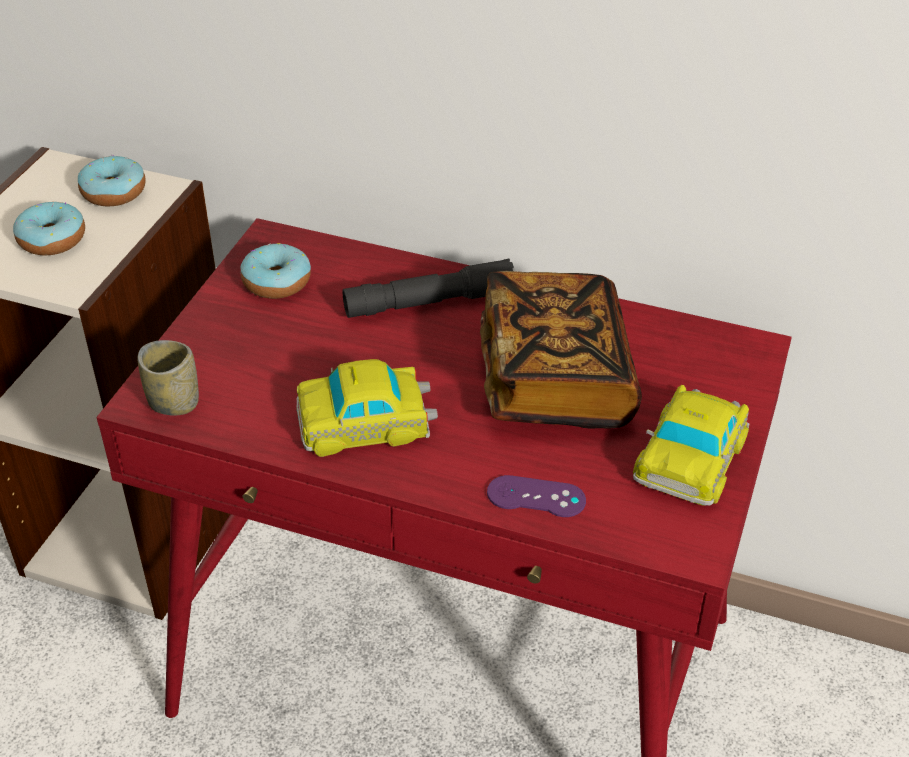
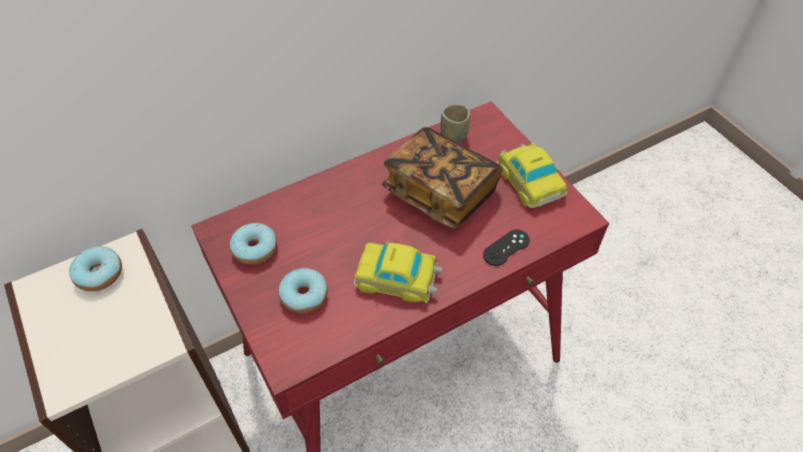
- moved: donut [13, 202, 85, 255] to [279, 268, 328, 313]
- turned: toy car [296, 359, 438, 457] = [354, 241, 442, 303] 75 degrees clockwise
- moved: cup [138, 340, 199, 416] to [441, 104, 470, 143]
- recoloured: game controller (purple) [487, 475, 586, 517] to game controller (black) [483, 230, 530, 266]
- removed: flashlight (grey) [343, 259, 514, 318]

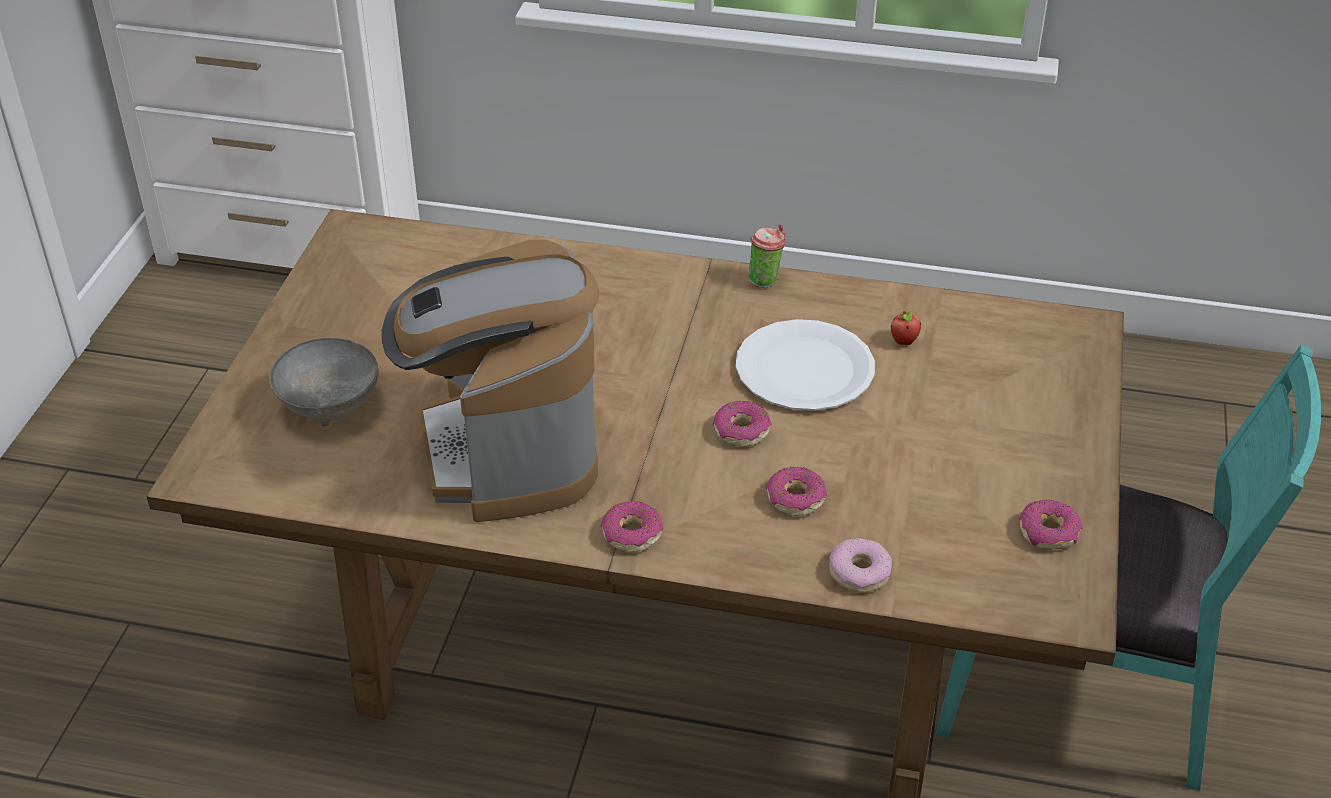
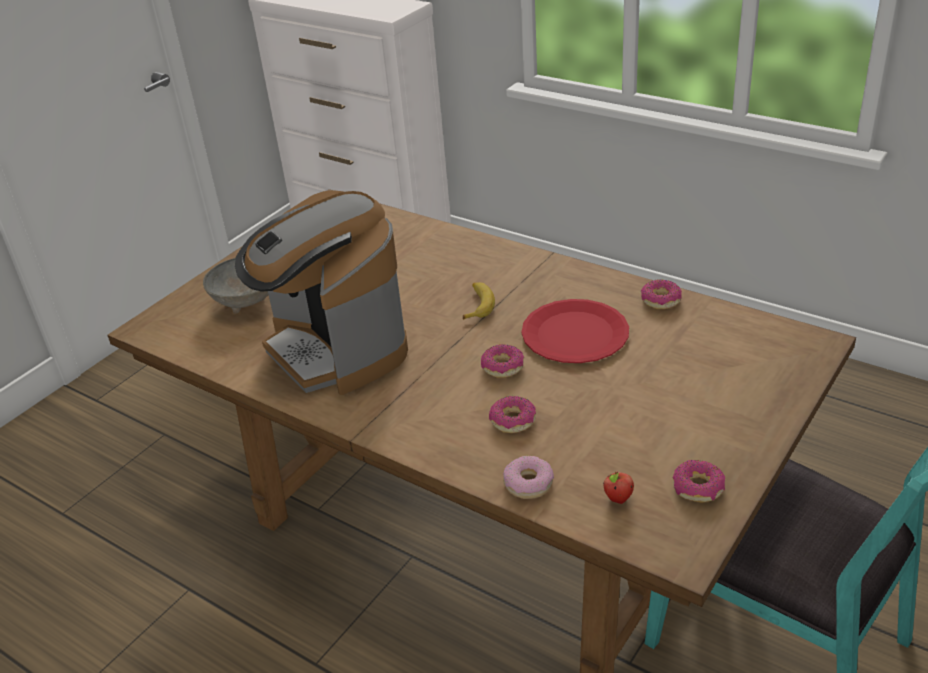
- turned: coffee machine [382, 240, 599, 522] = [235, 190, 408, 395] 45 degrees counterclockwise
- added: banana [463, 282, 495, 320]
- recoloured: plate (white) [736, 319, 875, 411] to plate (red) [521, 299, 629, 363]
- moved: apple [891, 311, 921, 345] to [603, 471, 634, 504]
- moved: donut [601, 501, 663, 552] to [641, 279, 682, 309]
- removed: cup [748, 225, 786, 288]

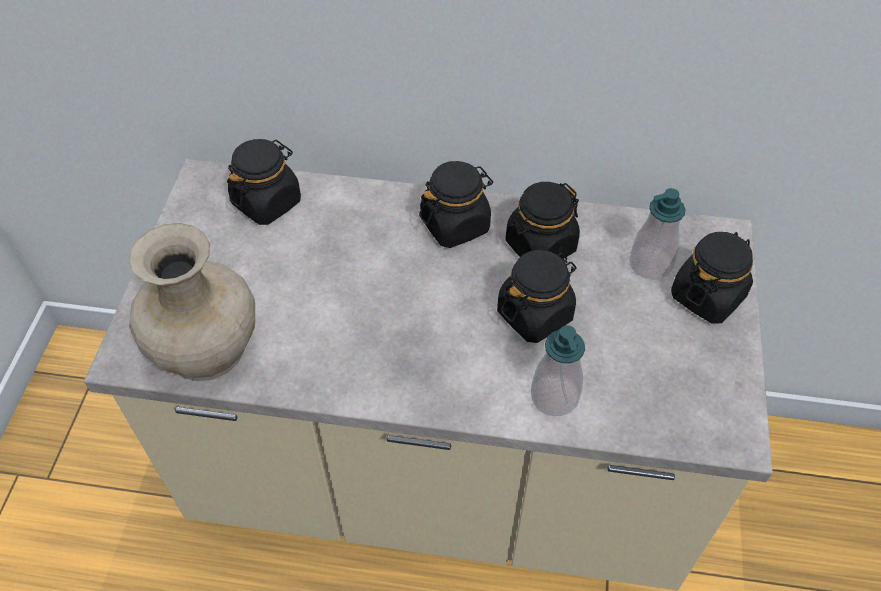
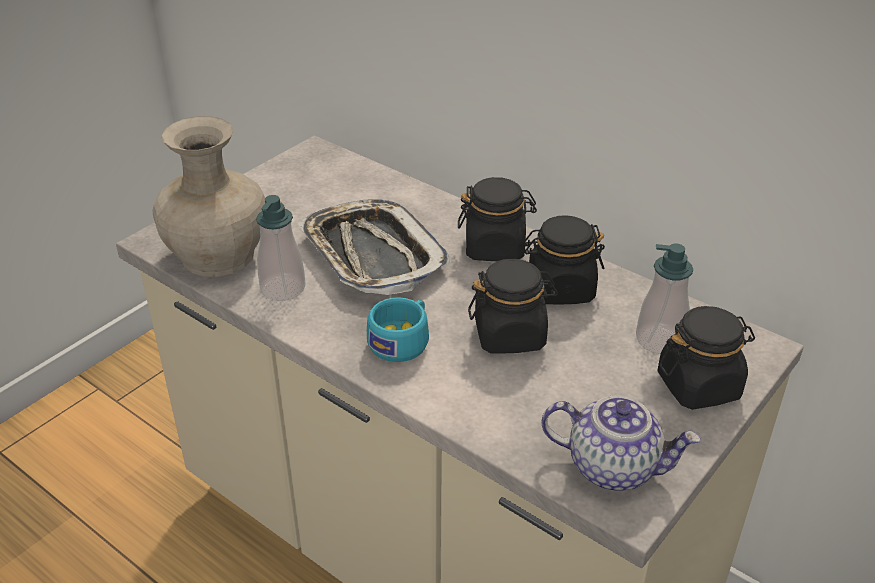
- moved: soap dispenser [531, 325, 585, 416] to [256, 195, 306, 301]
- added: tray [298, 199, 451, 295]
- added: cup (turquoise) [367, 297, 429, 362]
- added: teapot [542, 395, 701, 491]
- removed: jar (black) [227, 139, 301, 225]

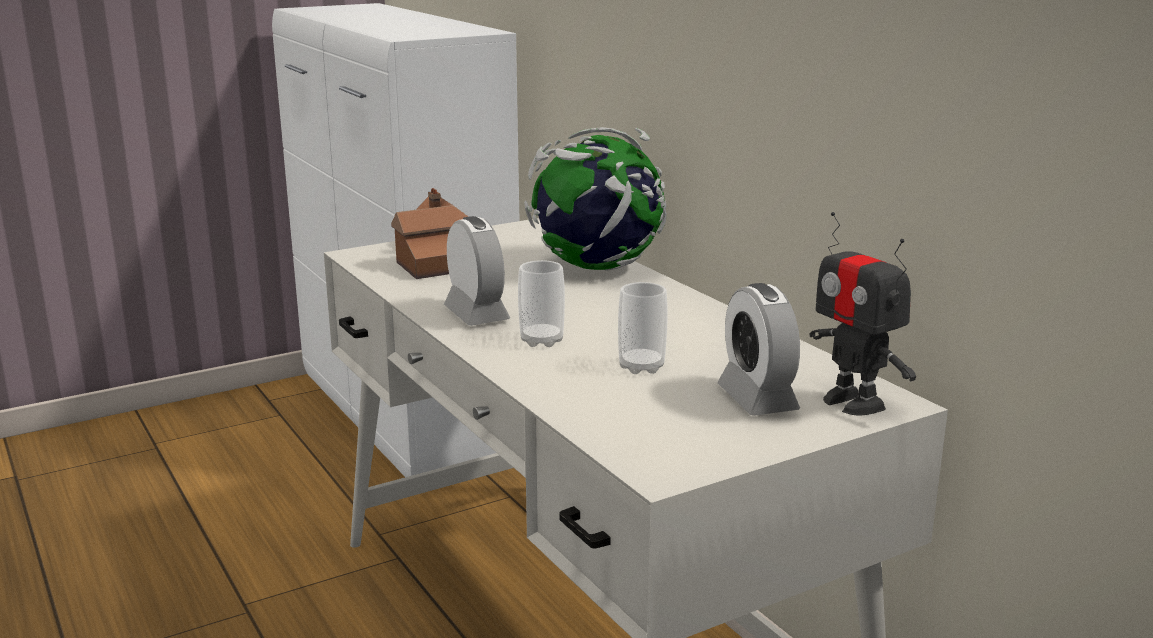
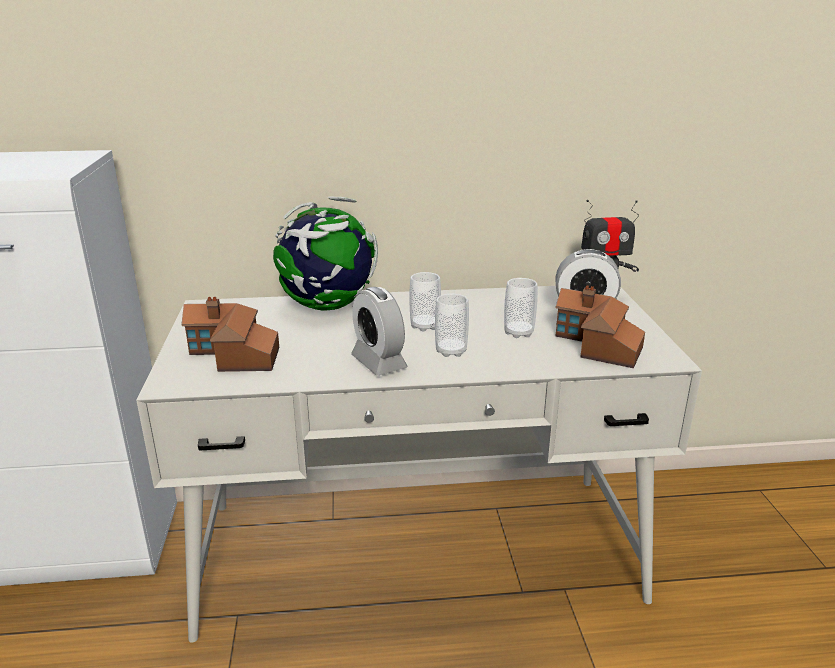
- turned: alarm clock [444, 216, 510, 326] = [351, 287, 407, 376] 120 degrees counterclockwise
- added: cup [409, 272, 441, 332]
- added: toy house [555, 286, 645, 368]

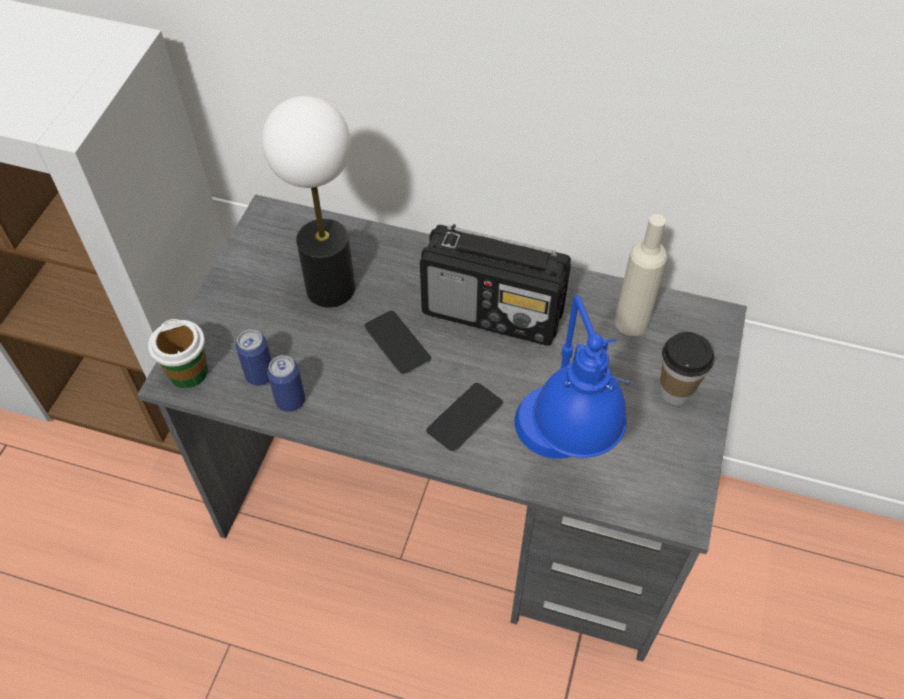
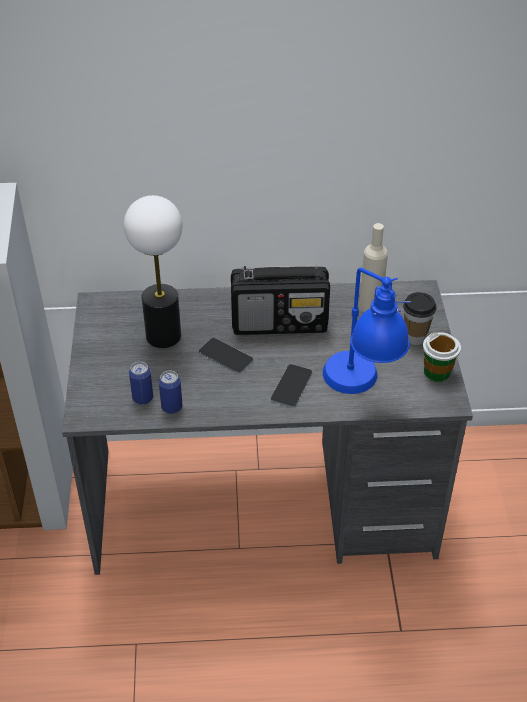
- moved: cup [148, 319, 208, 389] to [423, 332, 461, 382]

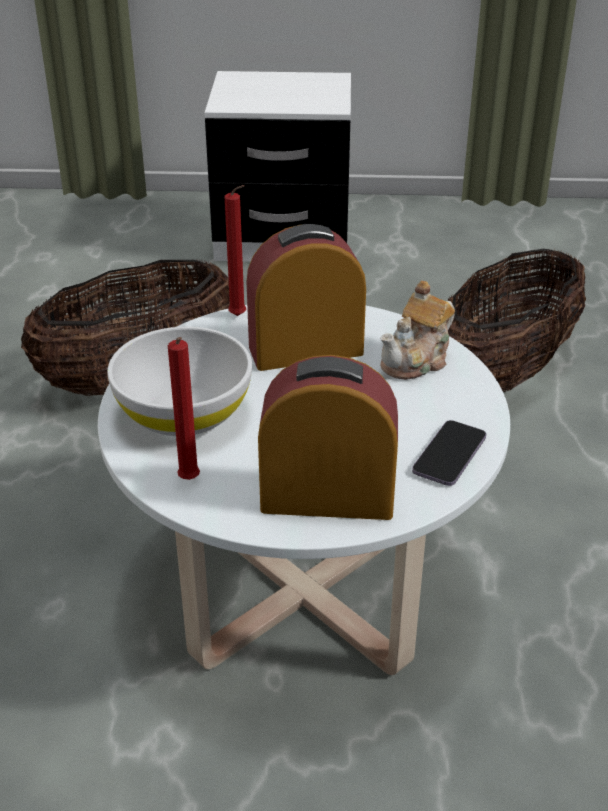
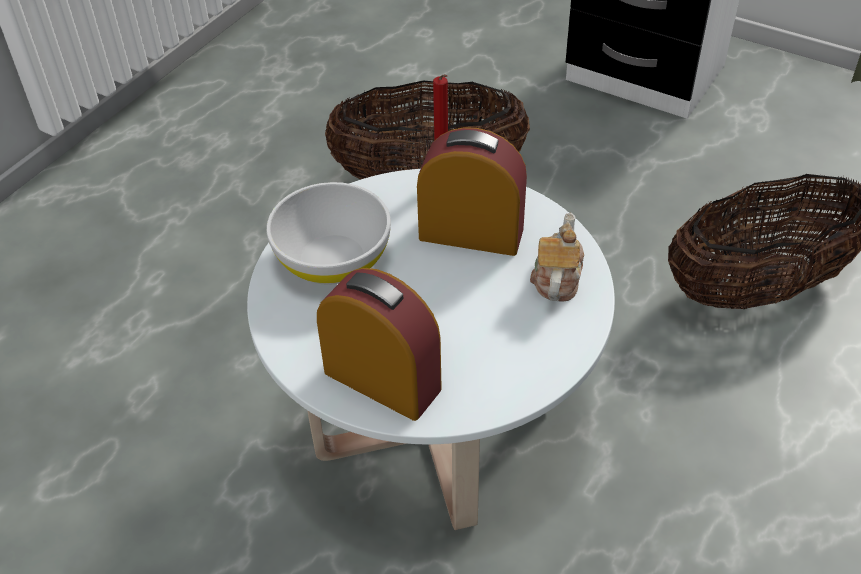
- turned: teapot [380, 281, 455, 380] = [530, 213, 584, 302] 120 degrees clockwise
- removed: candle (red) [168, 337, 200, 480]
- removed: phone [412, 420, 486, 486]

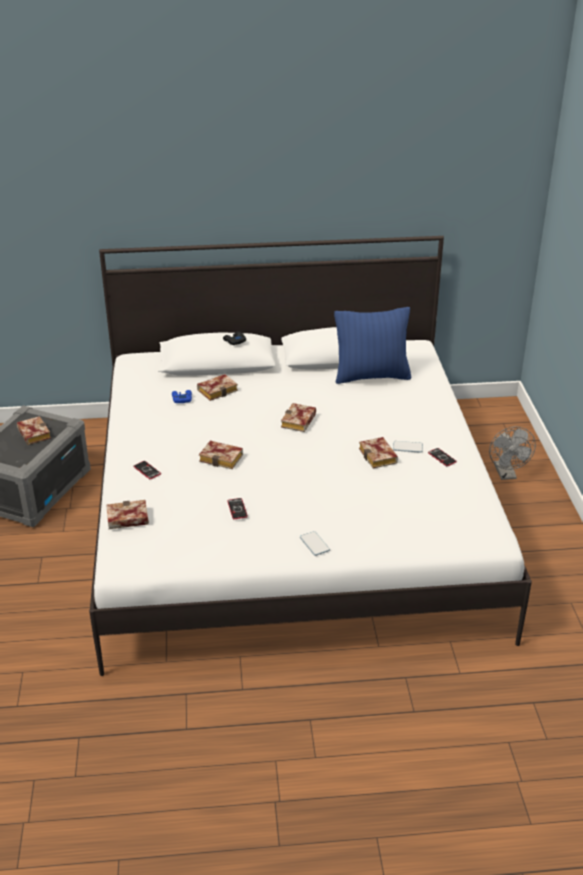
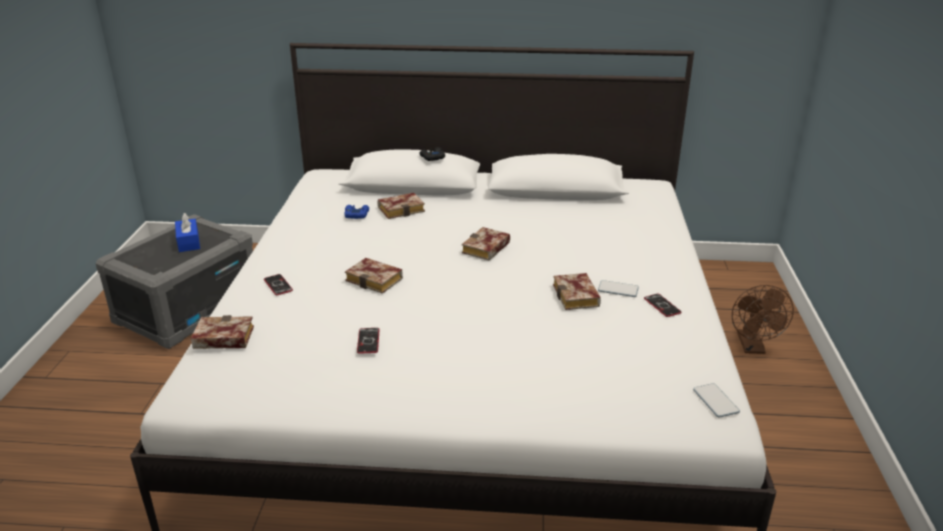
- replaced: book [17, 416, 51, 445] to tissue box (blue) [175, 213, 200, 252]
- moved: phone [300, 531, 330, 556] to [693, 383, 740, 418]
- recoloured: fan (grey) [489, 426, 536, 480] to fan (brown) [732, 285, 794, 354]
- removed: pillow (blue) [334, 307, 411, 384]

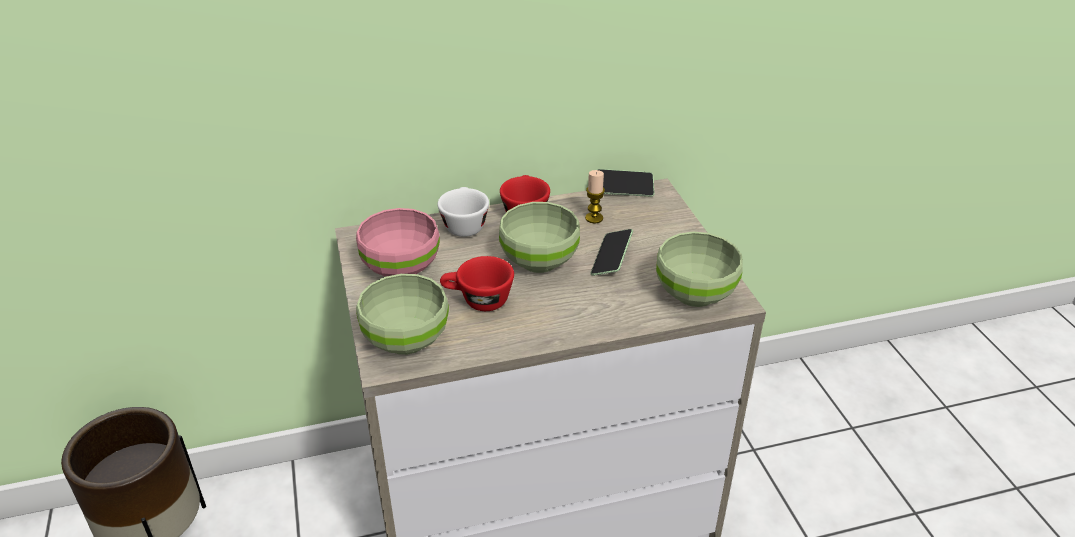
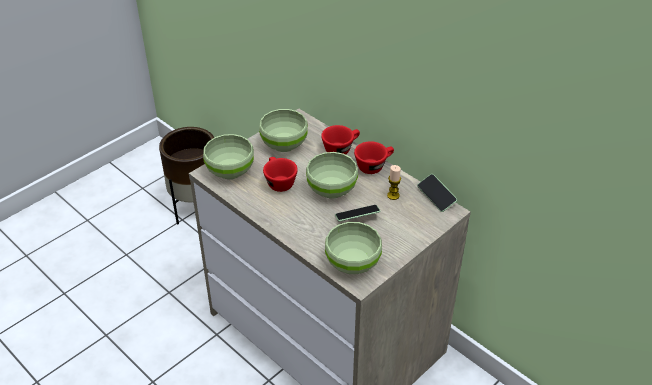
- recoloured: bowl (pink) [356, 208, 440, 277] to bowl (green) [259, 109, 308, 152]
- recoloured: cup (white) [437, 187, 489, 237] to cup (red) [321, 125, 360, 155]

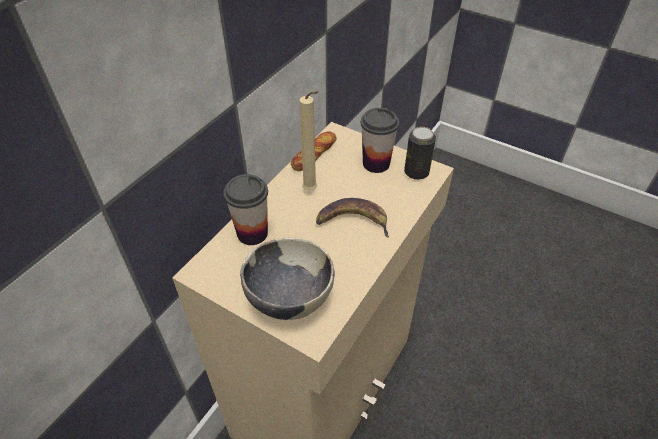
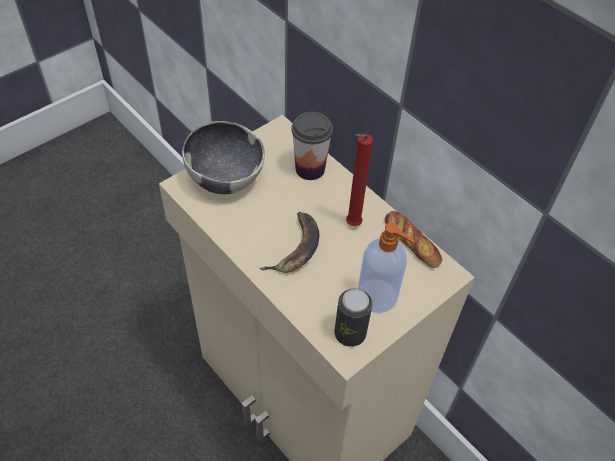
- recoloured: candle (beige) [299, 91, 319, 191] to candle (red) [346, 134, 373, 226]
- replaced: cup [361, 108, 399, 173] to soap dispenser [358, 222, 415, 313]

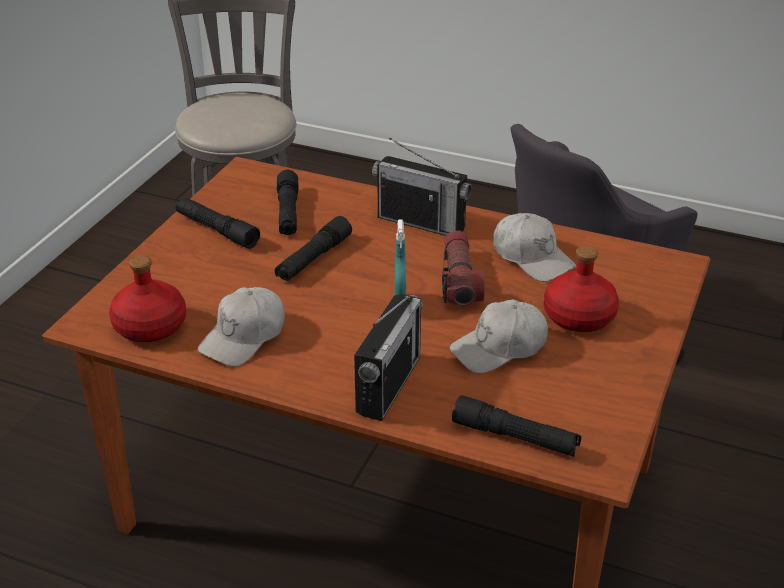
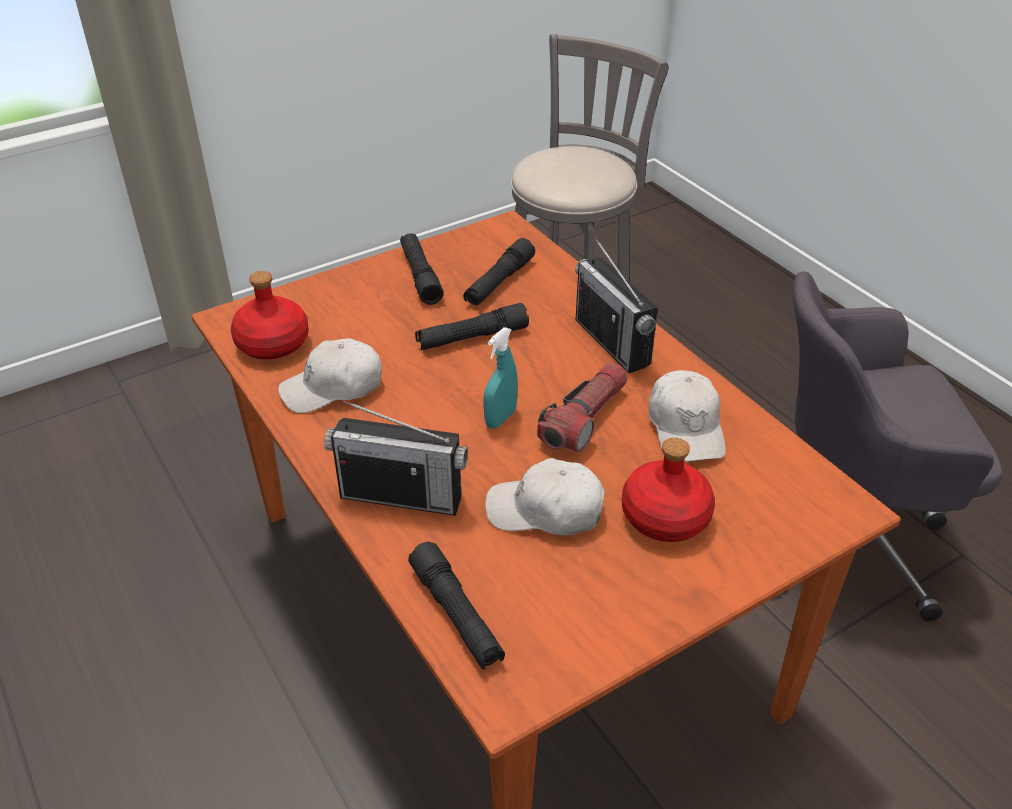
- turned: radio [354, 294, 423, 421] = [324, 400, 468, 516] 45 degrees clockwise

